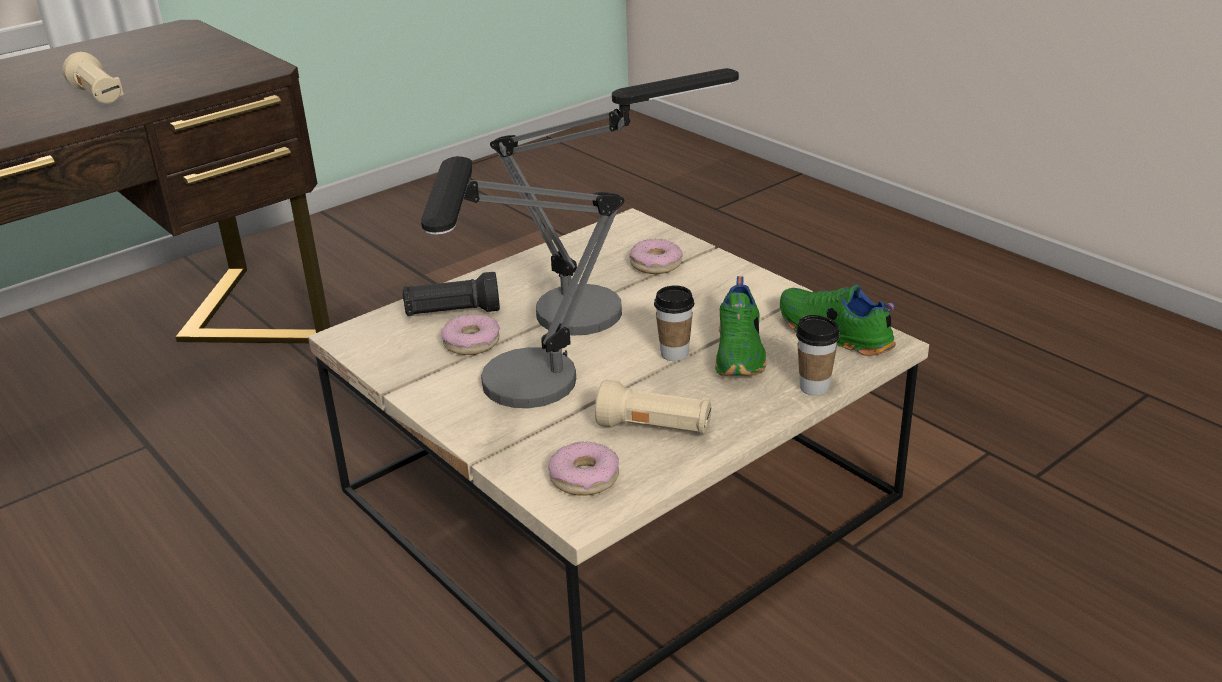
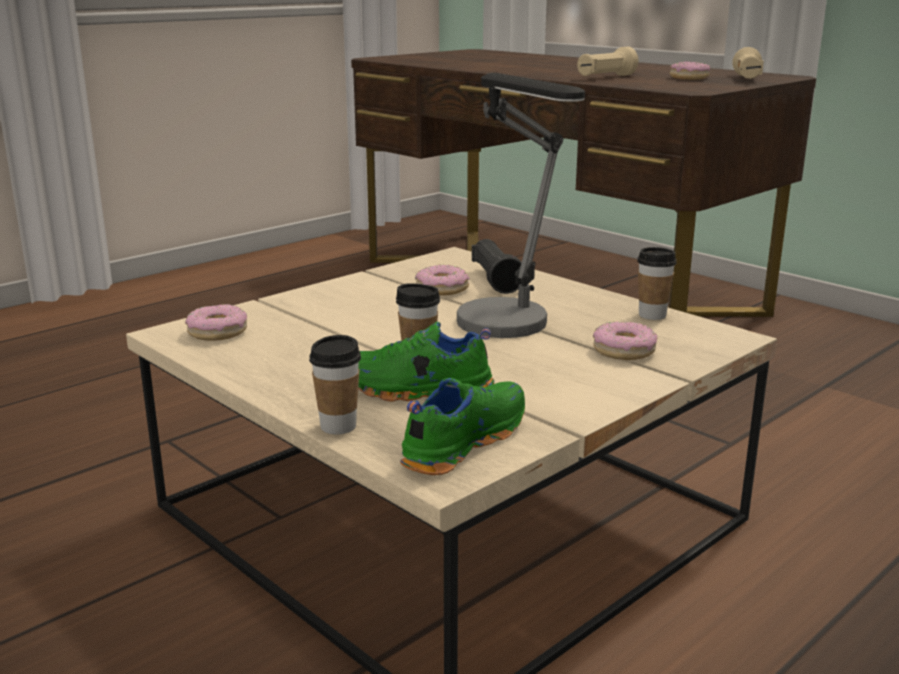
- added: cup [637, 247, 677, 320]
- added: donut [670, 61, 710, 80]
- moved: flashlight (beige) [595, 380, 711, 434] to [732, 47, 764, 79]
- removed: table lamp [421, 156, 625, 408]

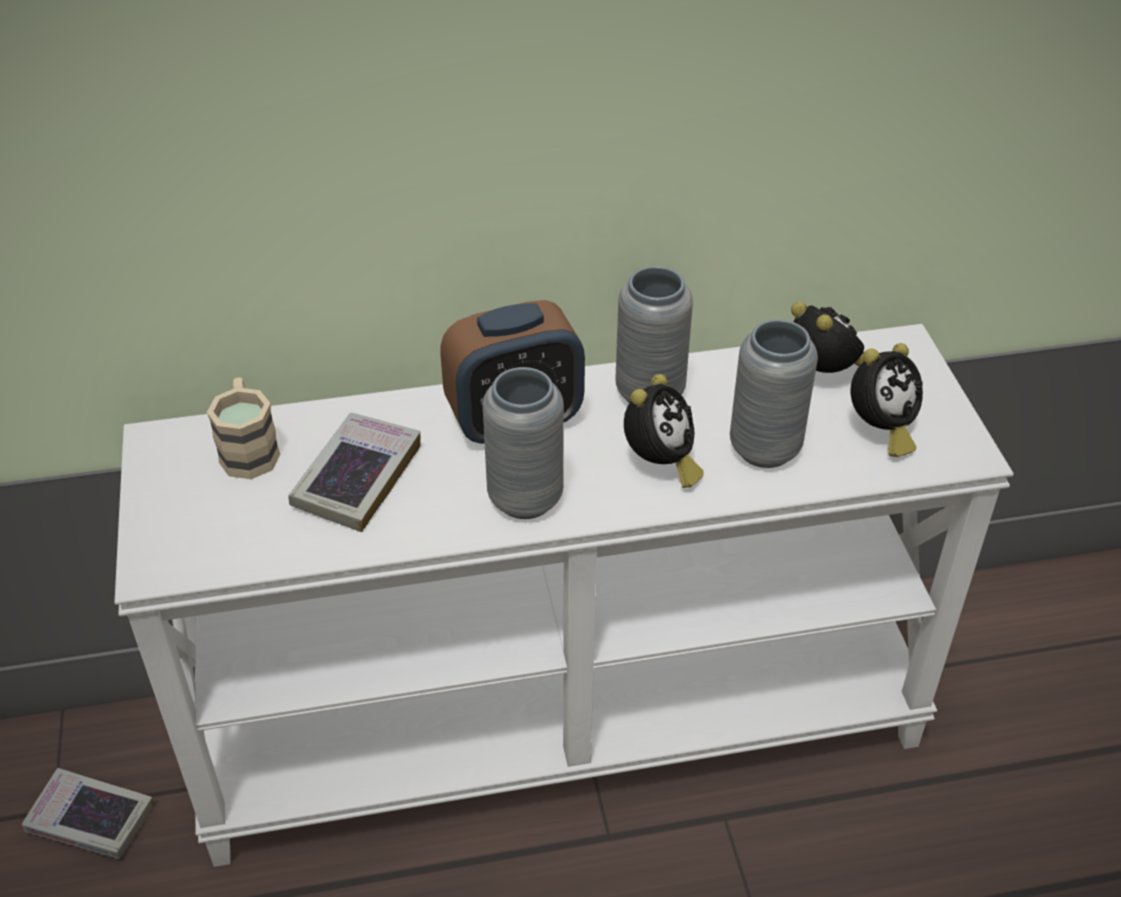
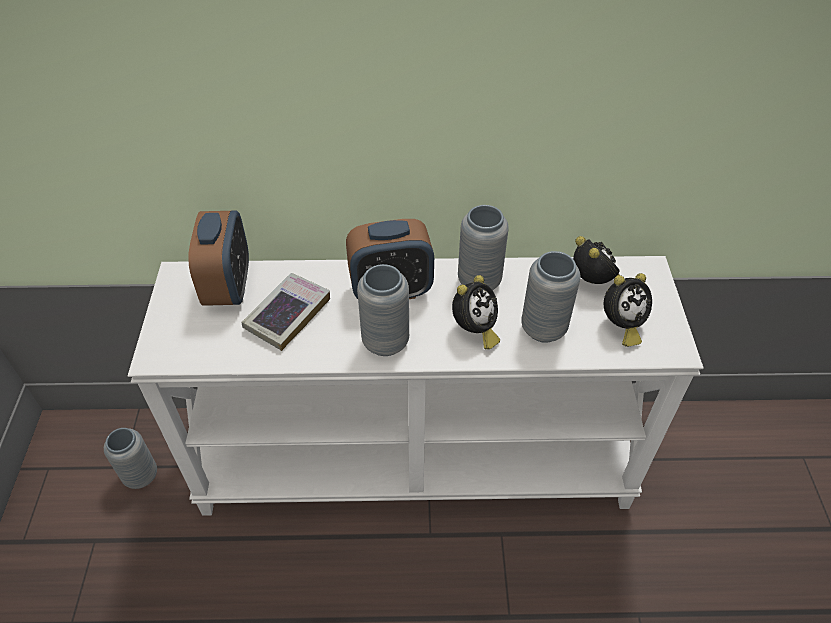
- replaced: book [22, 768, 154, 859] to vase (grey) [104, 428, 157, 489]
- replaced: mug (beige) [207, 378, 280, 479] to alarm clock [188, 211, 249, 306]

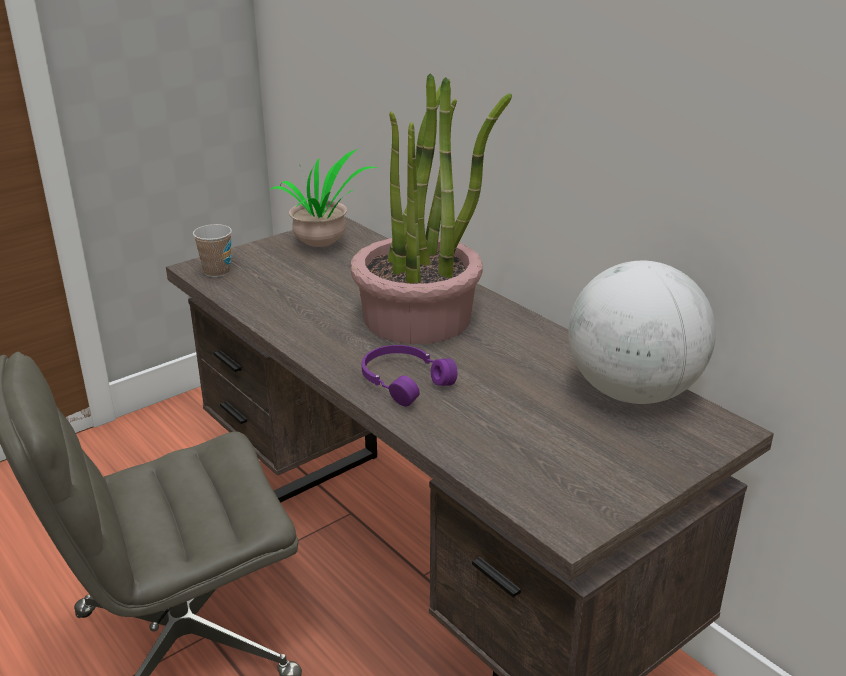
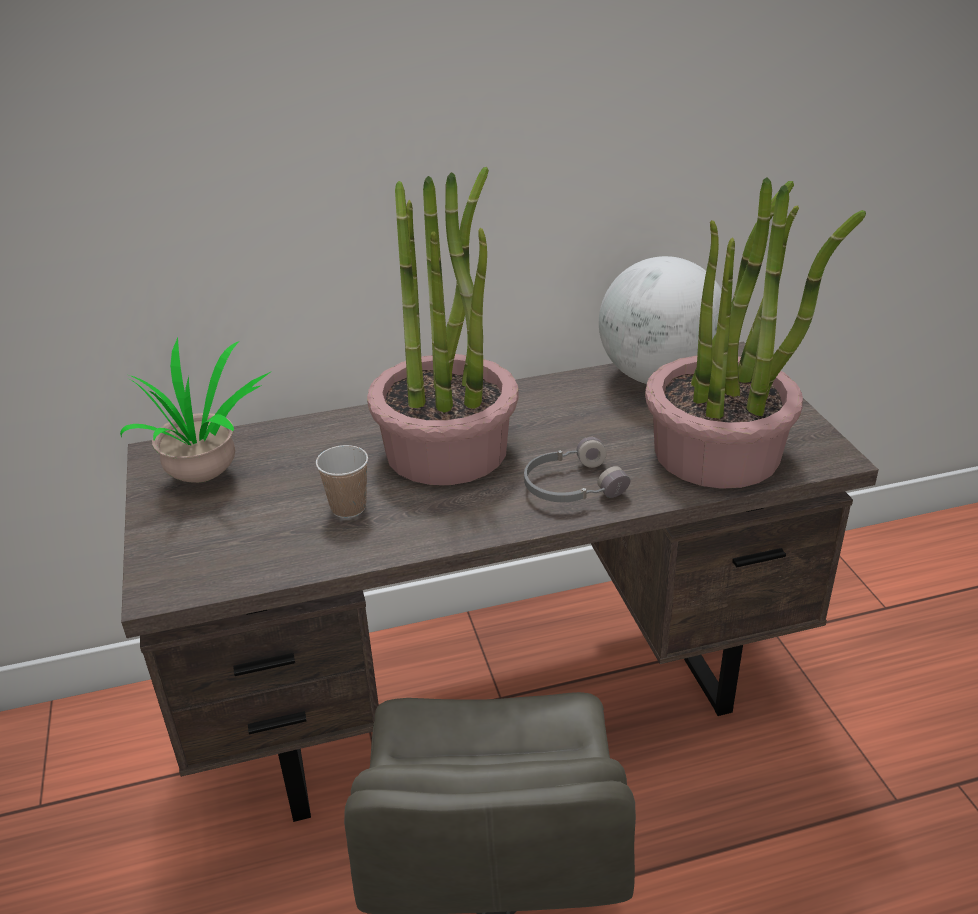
- moved: cup [193, 224, 232, 277] to [316, 445, 368, 518]
- recoloured: headphones (purple) [362, 345, 458, 407] to headphones (grey) [524, 437, 630, 502]
- added: potted plant [645, 177, 866, 489]

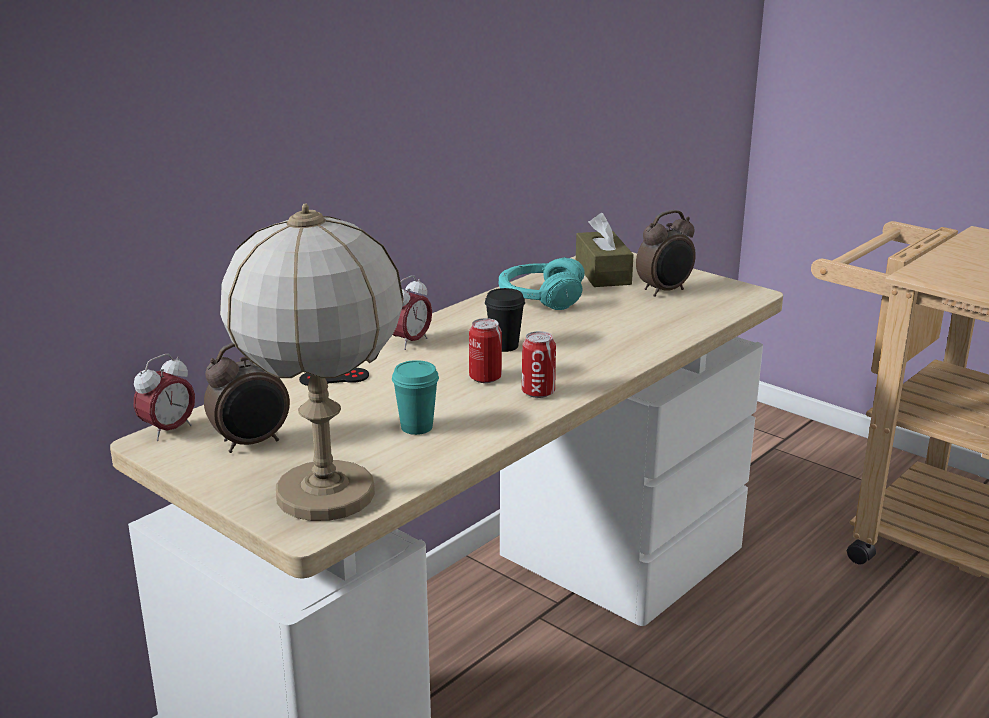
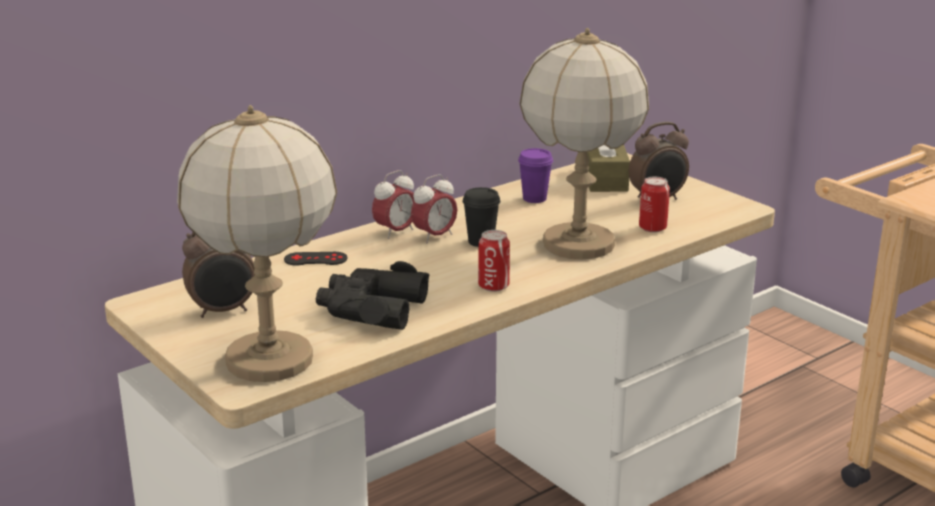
- replaced: cup (turquoise) [392, 360, 439, 435] to binoculars (black) [315, 261, 429, 330]
- moved: alarm clock [133, 354, 195, 441] to [411, 174, 458, 243]
- replaced: headphones (turquoise) [499, 257, 585, 310] to cup (purple) [518, 148, 553, 203]
- added: table lamp [520, 28, 649, 259]
- moved: can [469, 318, 502, 383] to [639, 177, 670, 232]

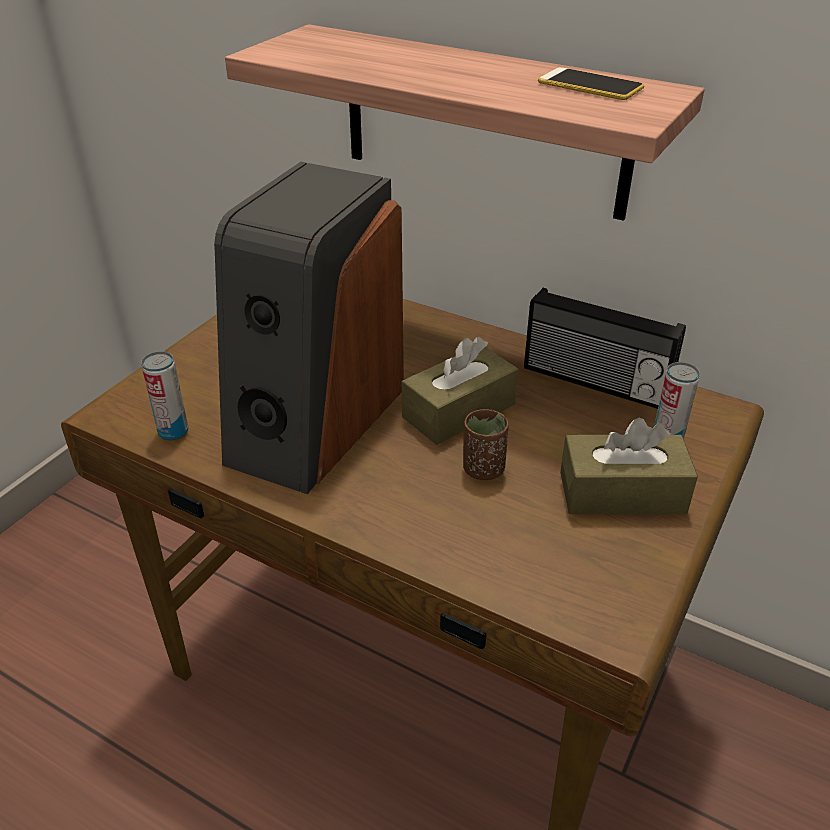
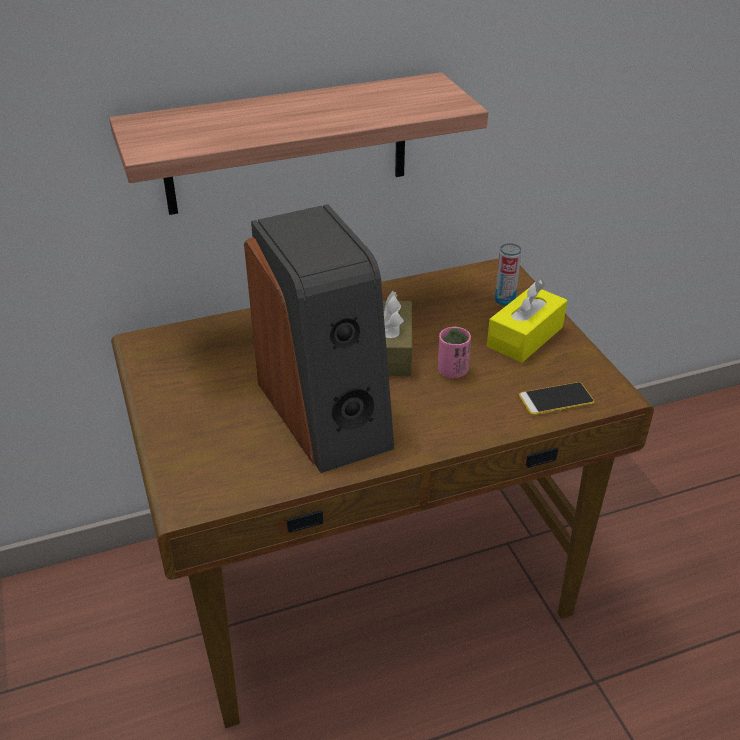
- recoloured: cup (brown) [463, 409, 509, 480] to cup (pink) [438, 327, 471, 378]
- recoloured: tissue box (brown) [560, 417, 698, 514] to tissue box (yellow) [487, 280, 567, 363]
- moved: phone [538, 67, 644, 100] to [519, 382, 595, 416]
- removed: can [141, 351, 188, 441]
- removed: radio [524, 288, 686, 409]

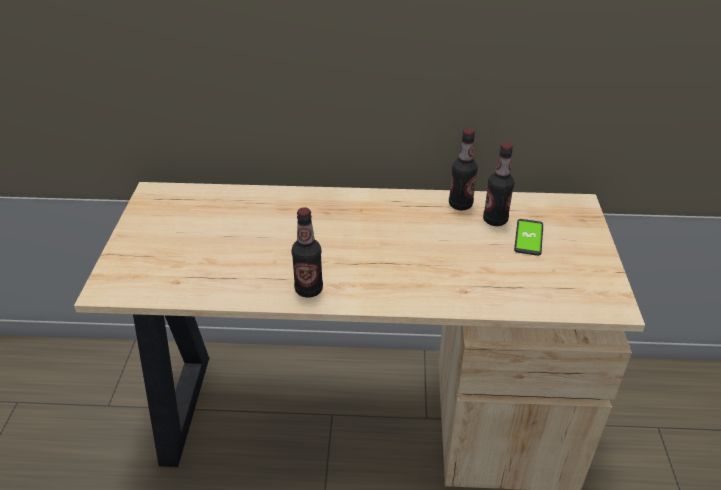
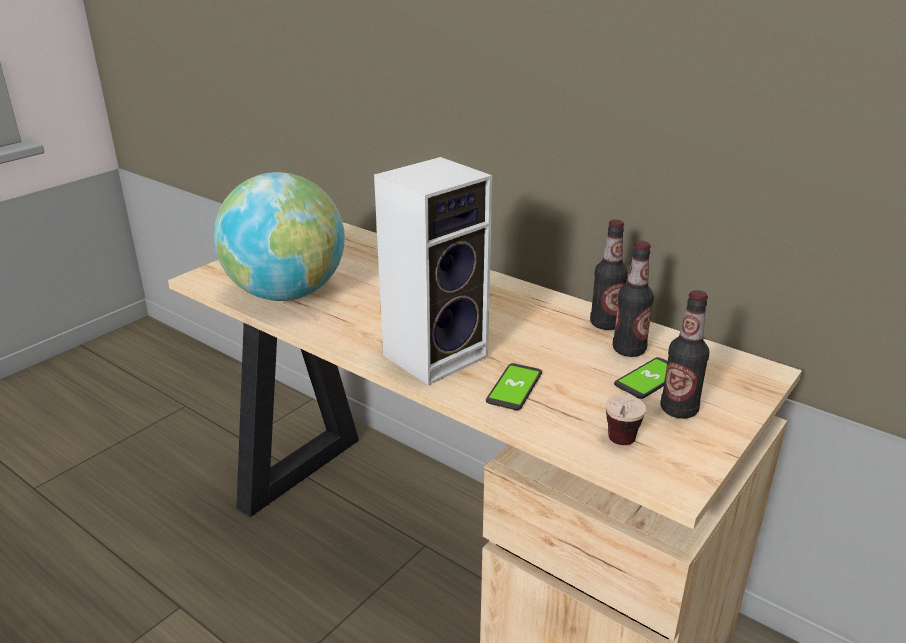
- added: globe [214, 172, 345, 301]
- added: speaker [374, 157, 492, 385]
- added: phone [486, 363, 542, 410]
- added: cup [605, 395, 646, 445]
- moved: bottle [291, 207, 323, 298] to [660, 290, 709, 419]

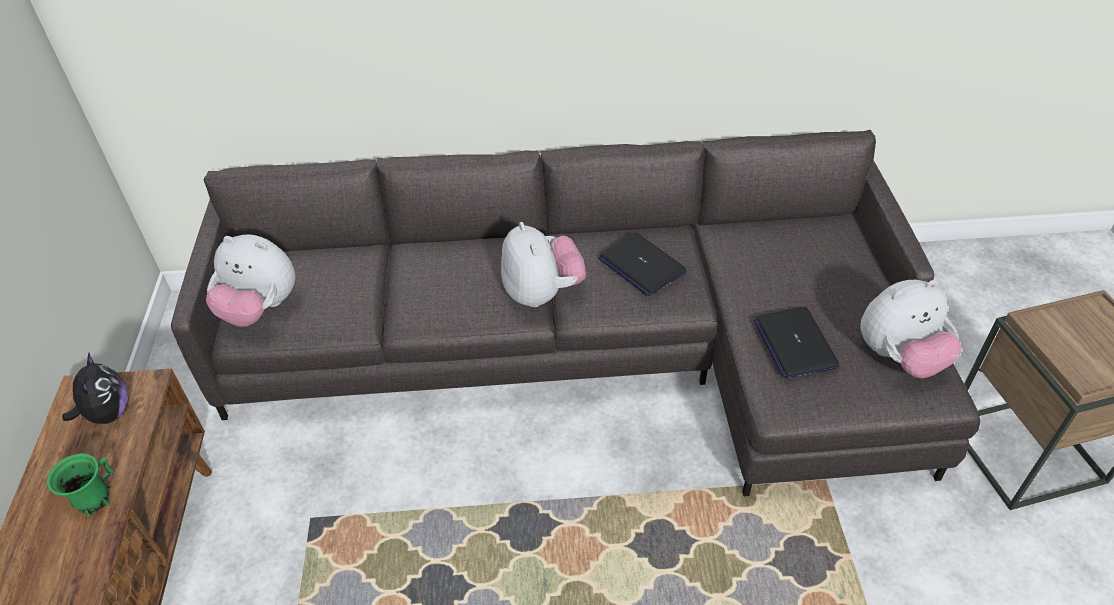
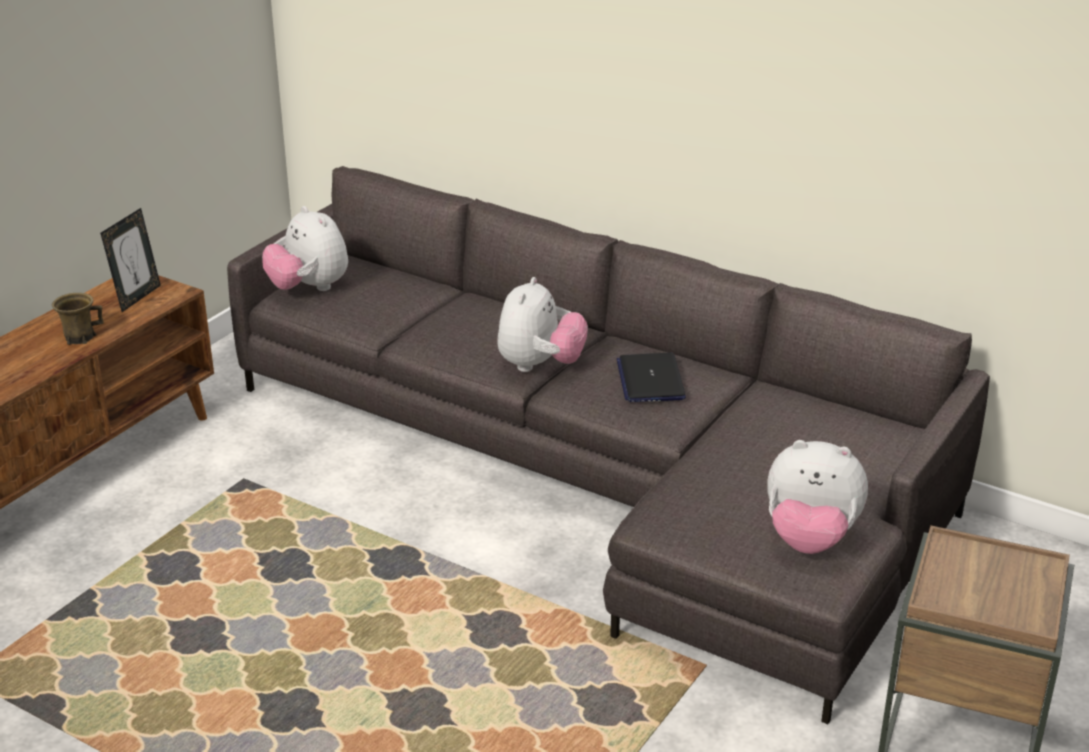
- recoloured: mug (green) [47, 453, 114, 517] to mug (brown) [52, 293, 104, 345]
- replaced: plush toy [62, 353, 128, 424] to picture frame [100, 208, 161, 312]
- removed: laptop [754, 307, 839, 378]

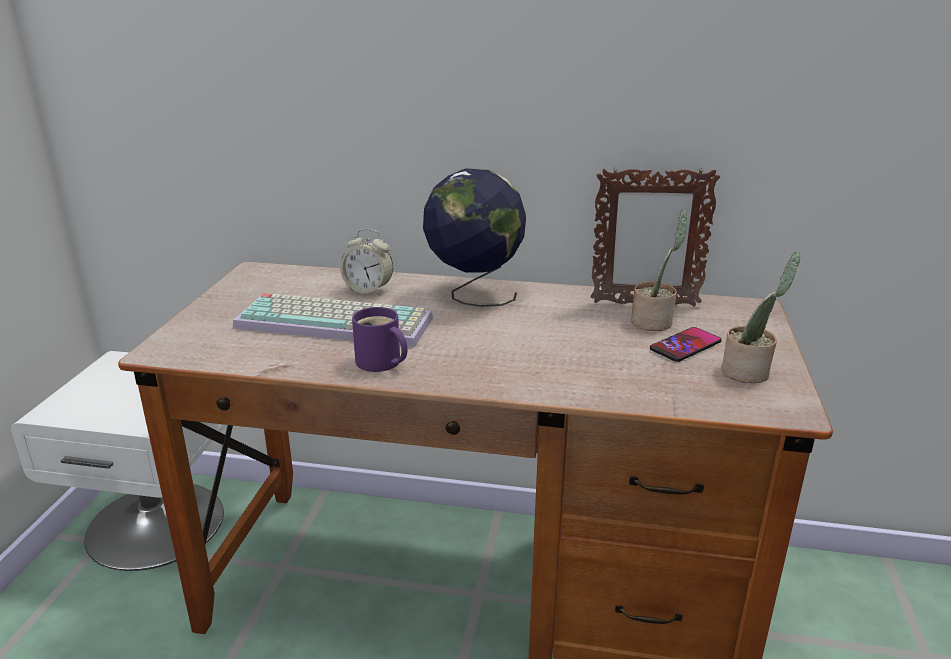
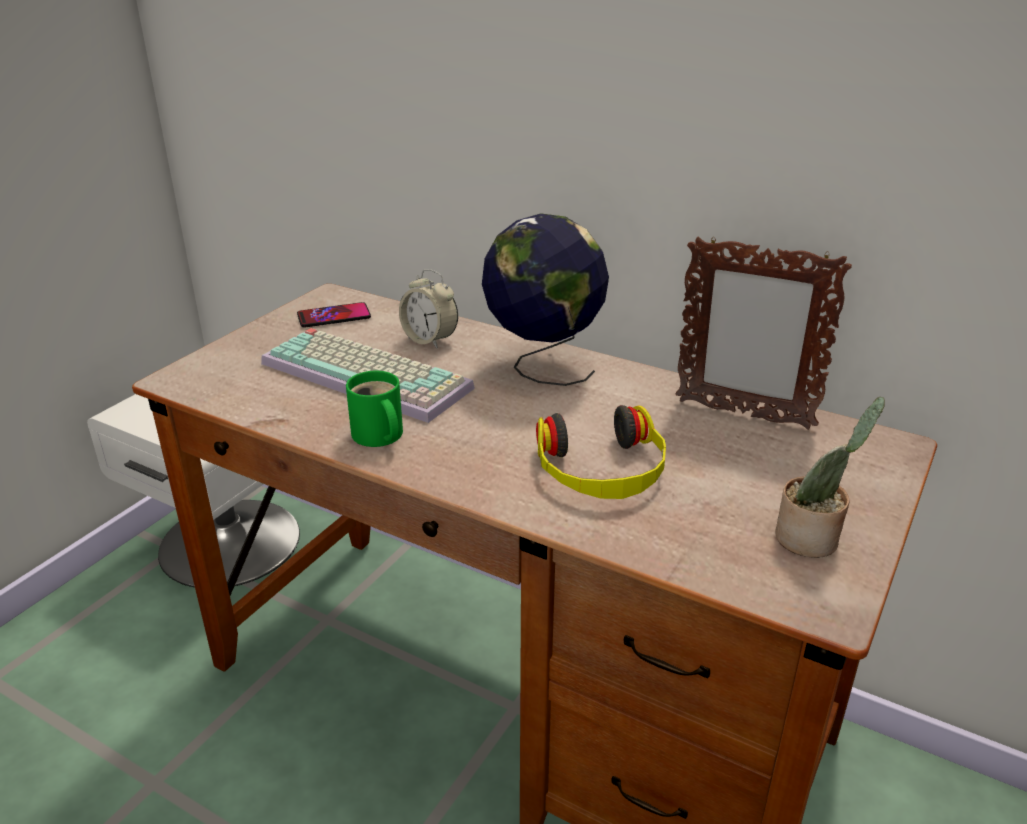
- moved: phone [650, 327, 722, 362] to [297, 302, 371, 328]
- recoloured: mug (purple) [352, 307, 407, 372] to mug (green) [346, 371, 403, 447]
- added: headphones [536, 405, 666, 499]
- removed: potted plant [631, 209, 687, 331]

